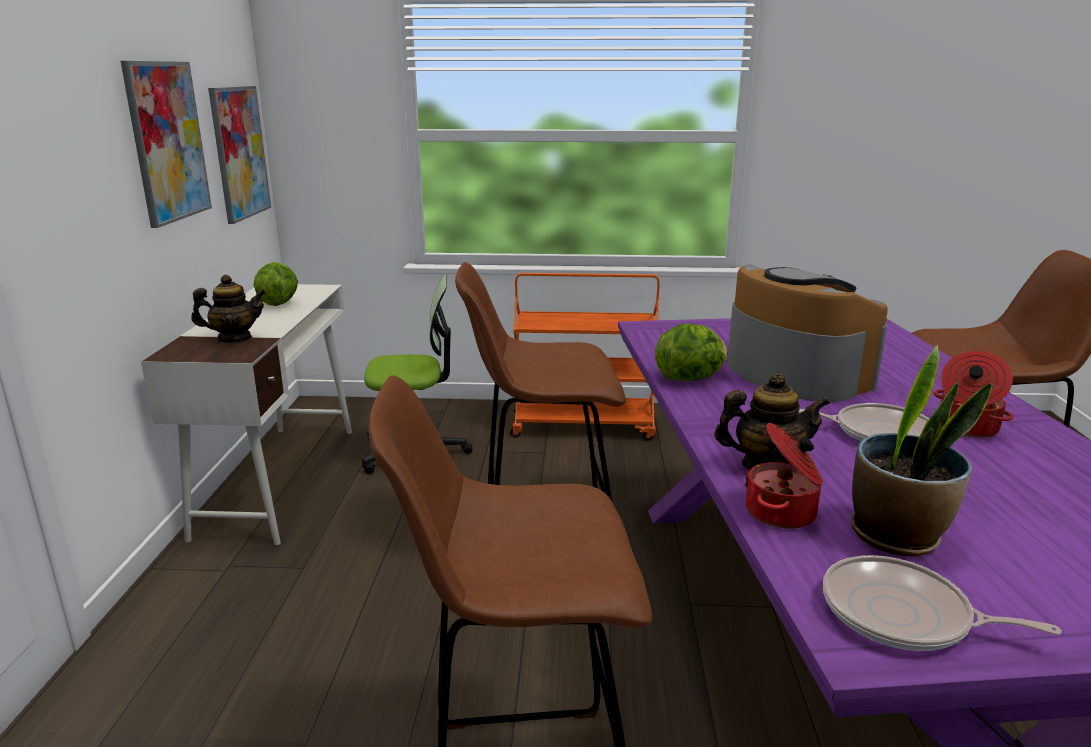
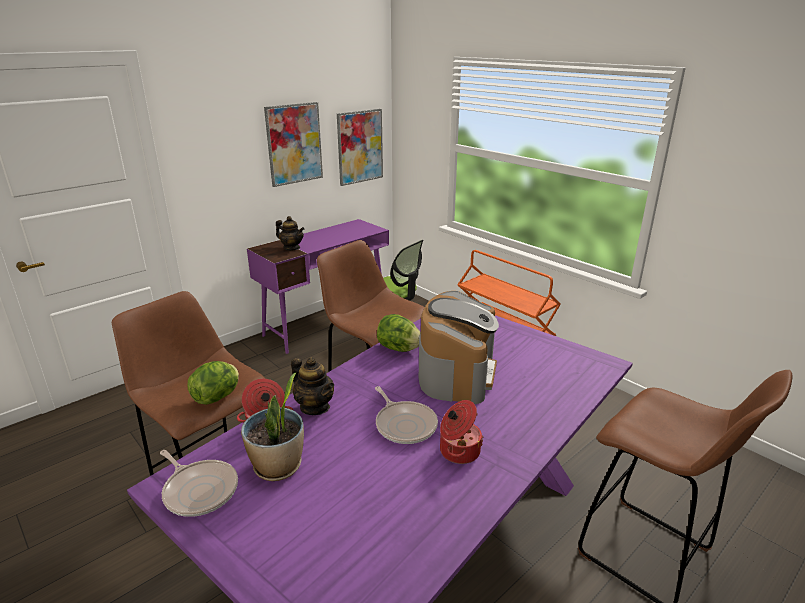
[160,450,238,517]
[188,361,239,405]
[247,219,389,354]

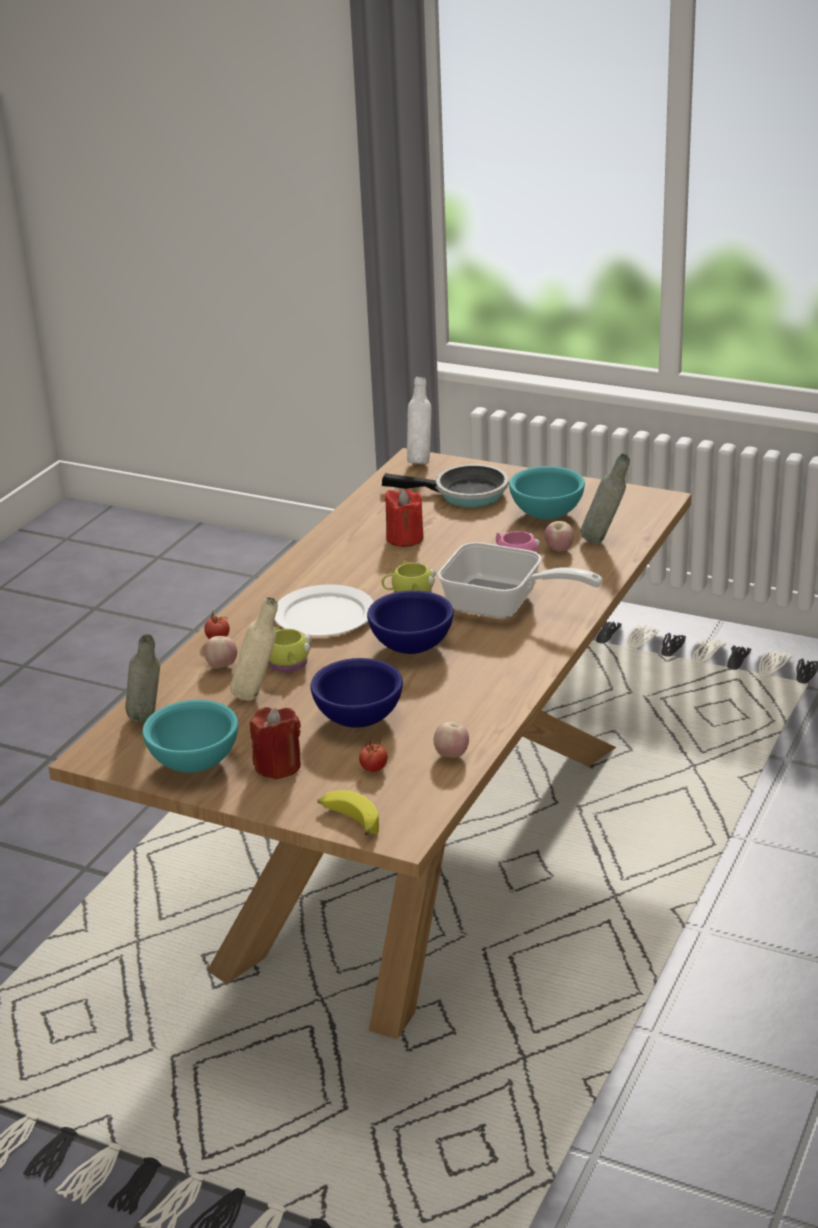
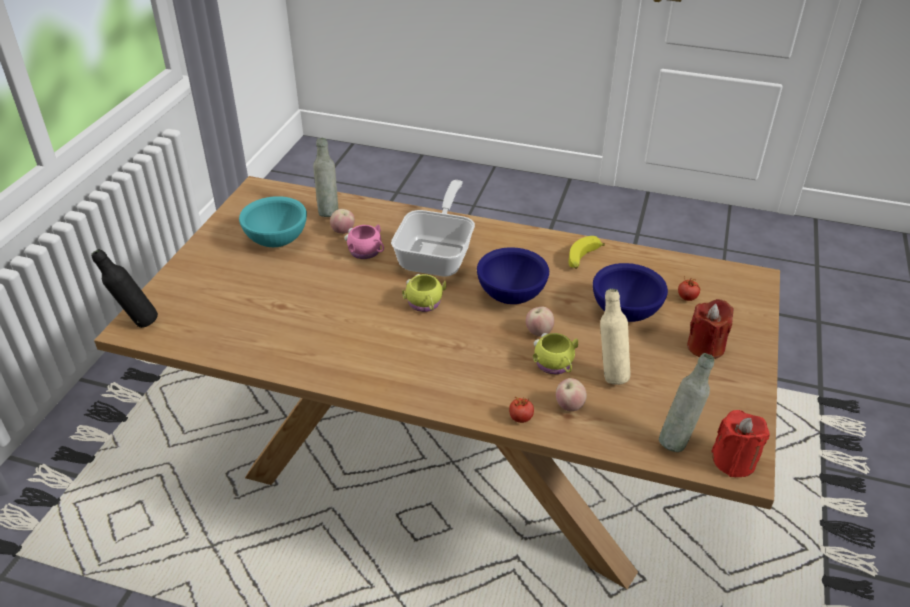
[91,249,158,328]
[526,306,554,336]
[569,236,605,269]
[711,410,770,477]
[142,700,238,773] (first image)
[275,584,374,636] (first image)
[382,464,509,507] (first image)

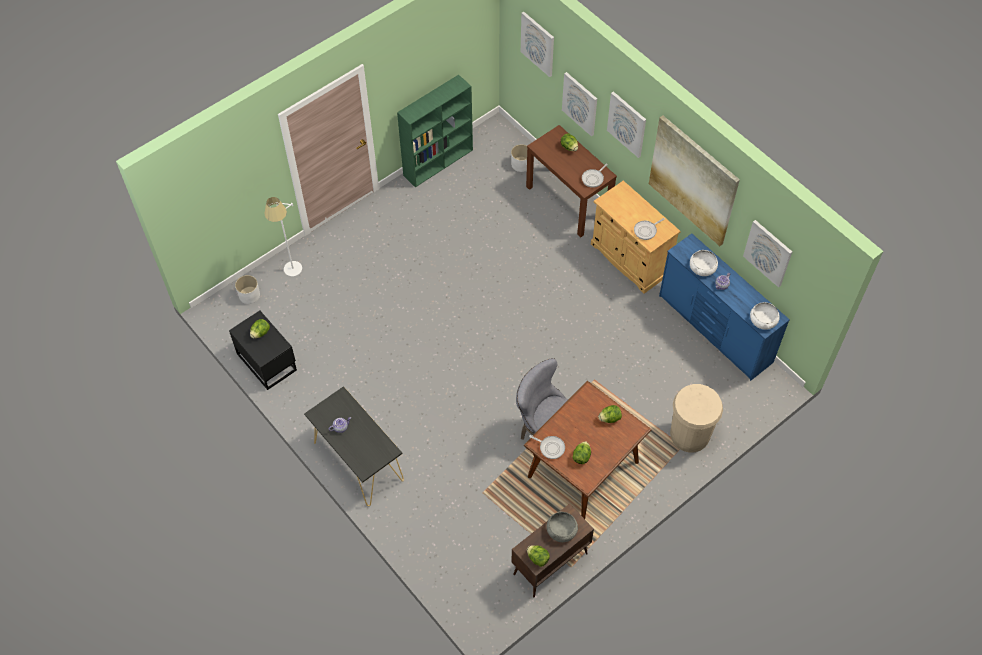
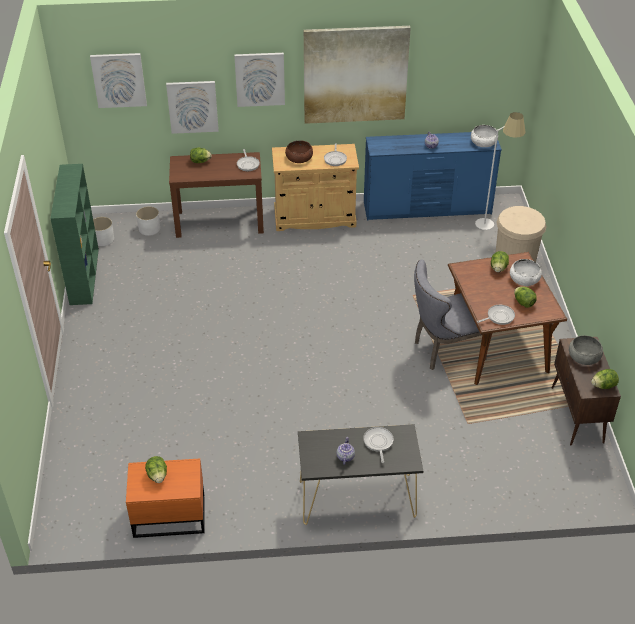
[93,217,114,246]
[126,458,205,538]
[285,140,313,163]
[363,427,394,463]
[475,112,526,230]
[510,259,542,286]
[743,220,792,288] (first image)

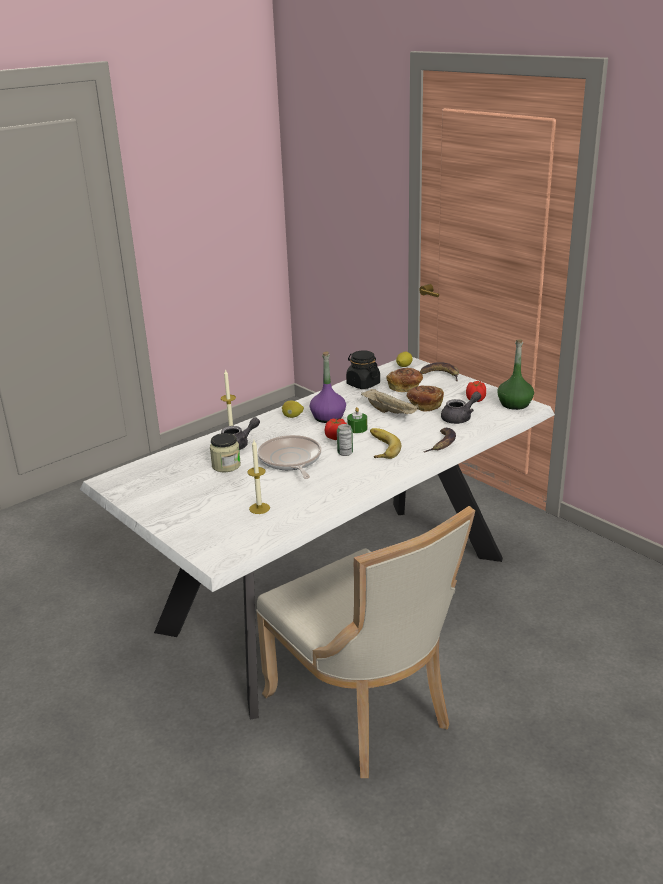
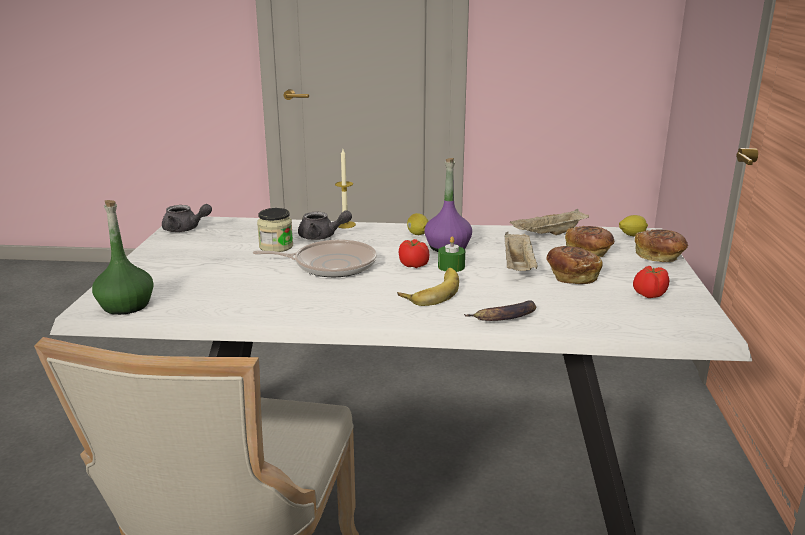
[92,200,154,315]
[162,204,212,232]
[253,240,377,277]
[510,209,589,235]
[635,229,688,262]
[247,440,270,514] (first image)
[337,424,353,456] (first image)

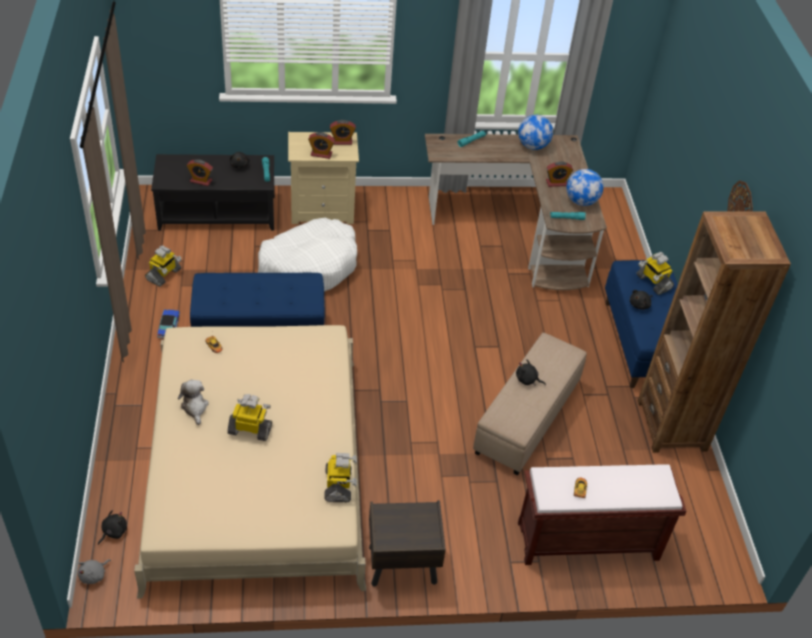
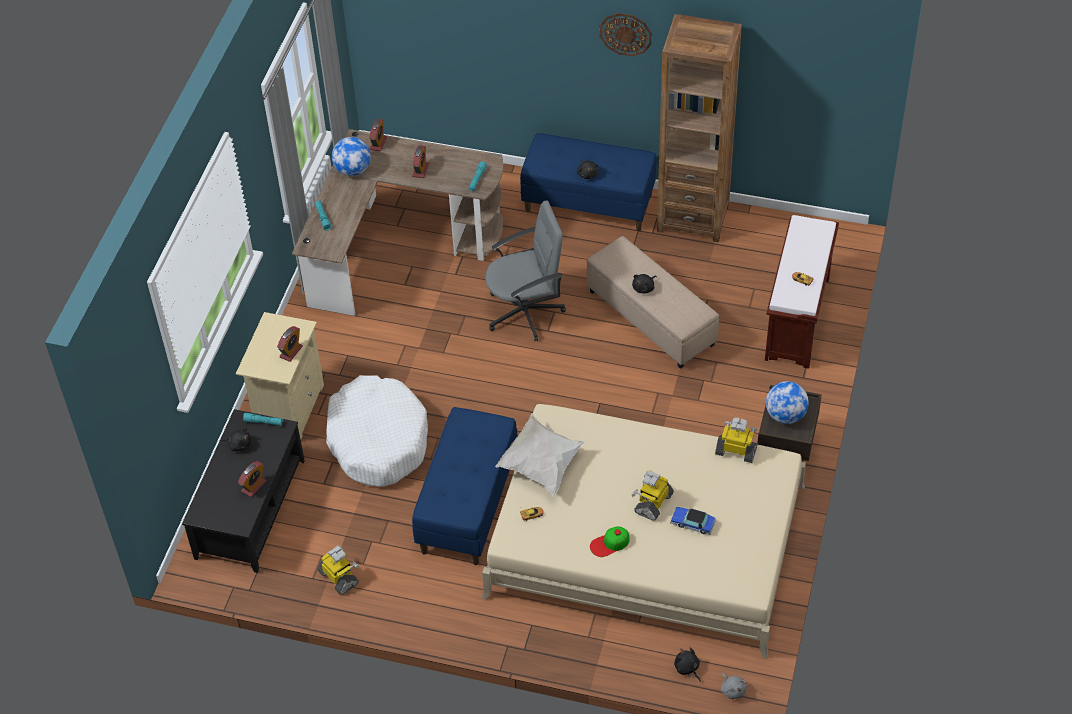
[369,119,387,152]
[485,201,566,341]
[495,413,586,496]
[590,526,630,557]
[670,507,716,535]
[766,381,809,424]
[636,252,674,295] (first image)

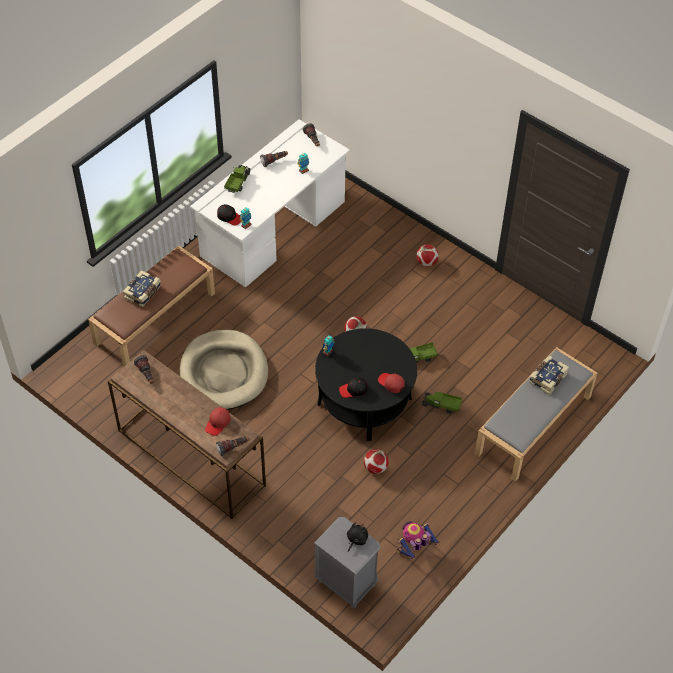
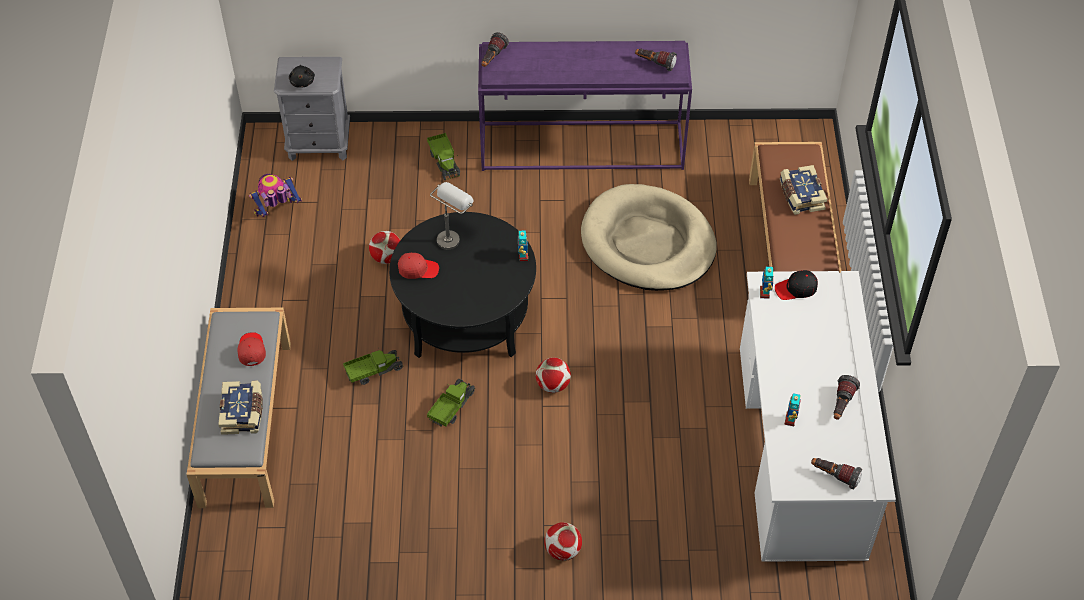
[237,332,266,366]
[249,174,302,217]
[427,133,460,180]
[430,182,474,250]
[478,41,692,171]

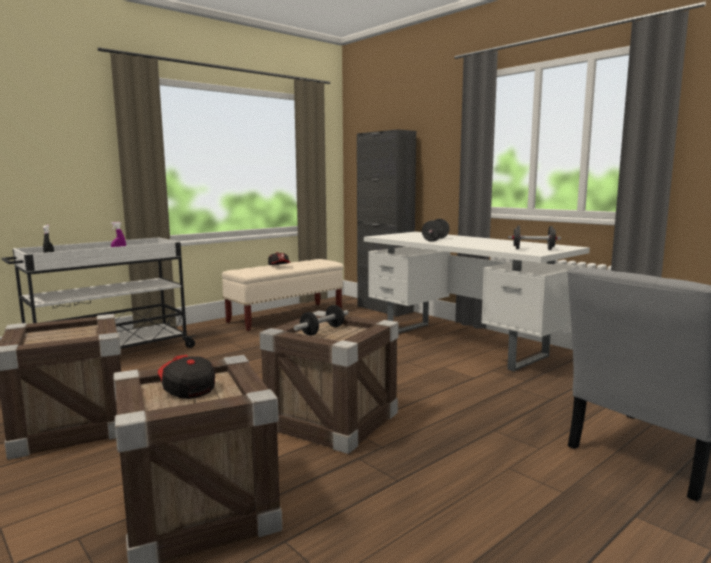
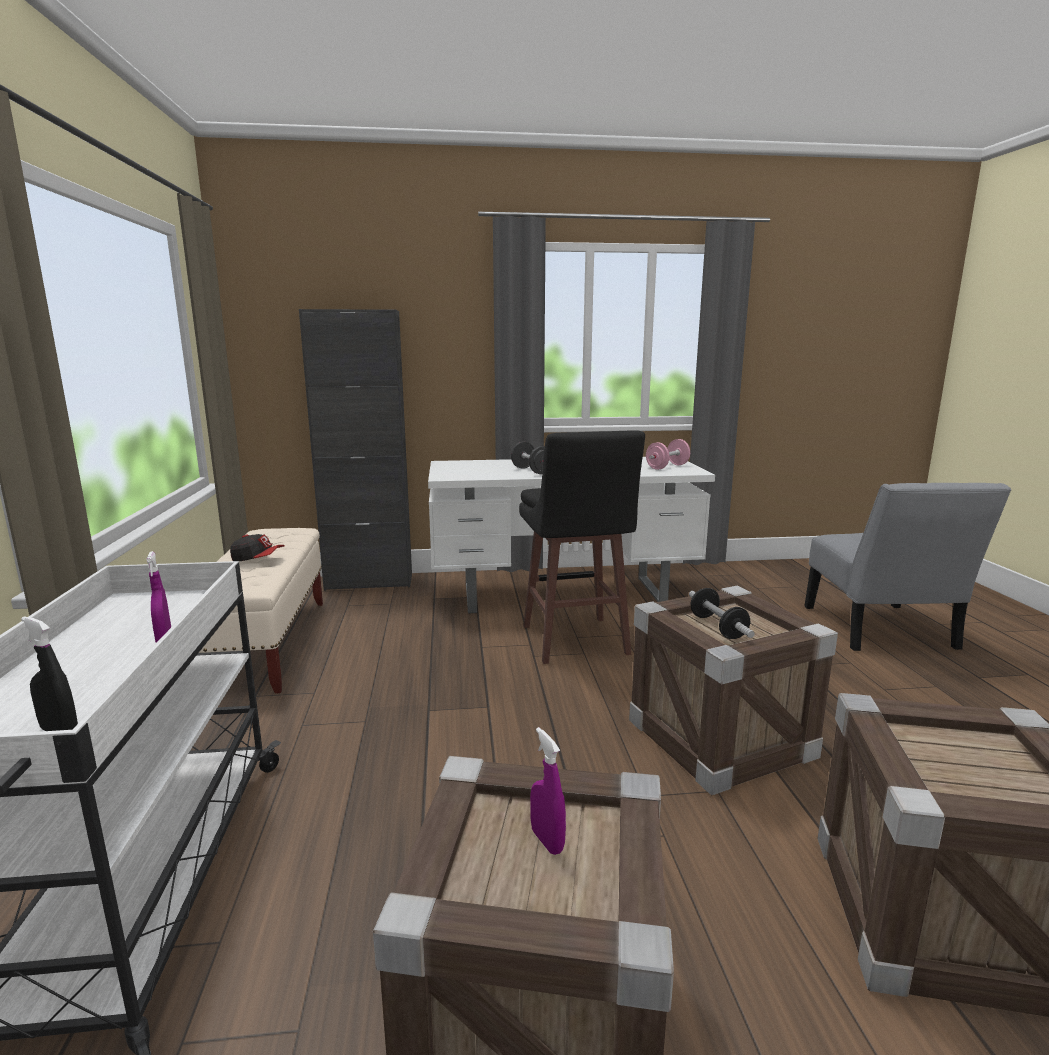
[519,430,645,664]
[530,727,566,855]
[646,439,690,470]
[158,355,215,399] (first image)

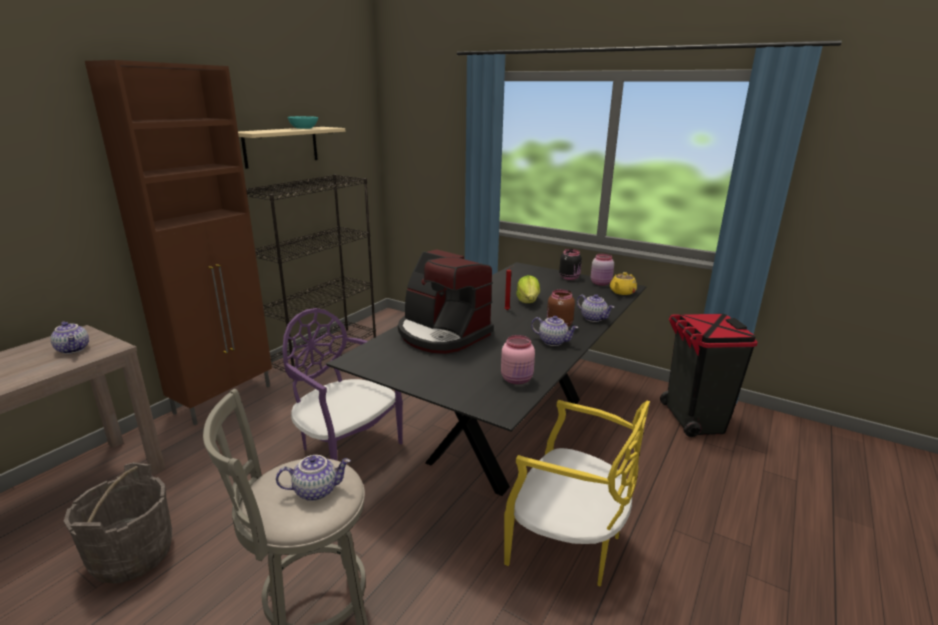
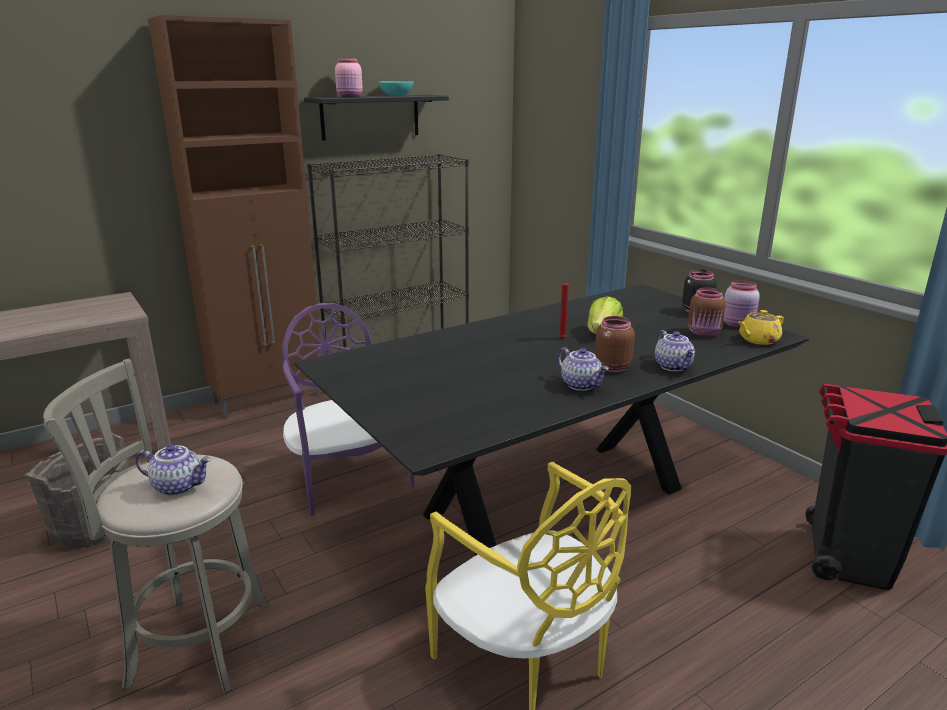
[304,95,449,141]
[335,59,363,97]
[688,287,726,337]
[50,321,89,354] (first image)
[398,249,494,354] (first image)

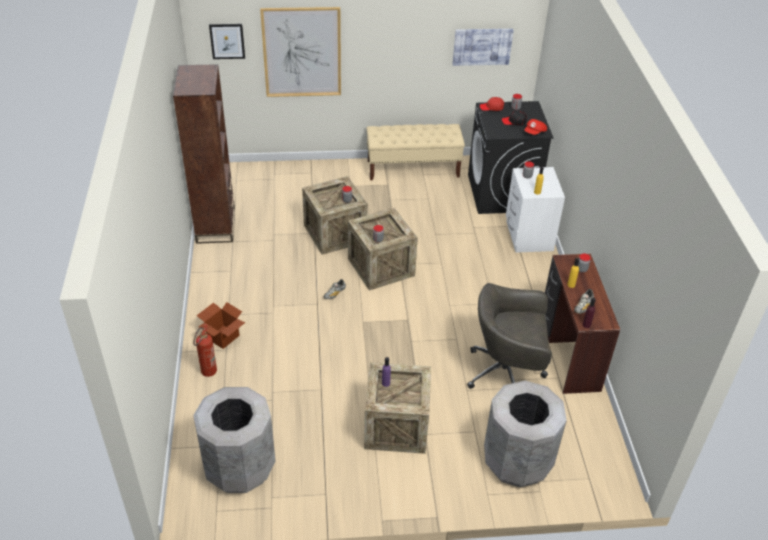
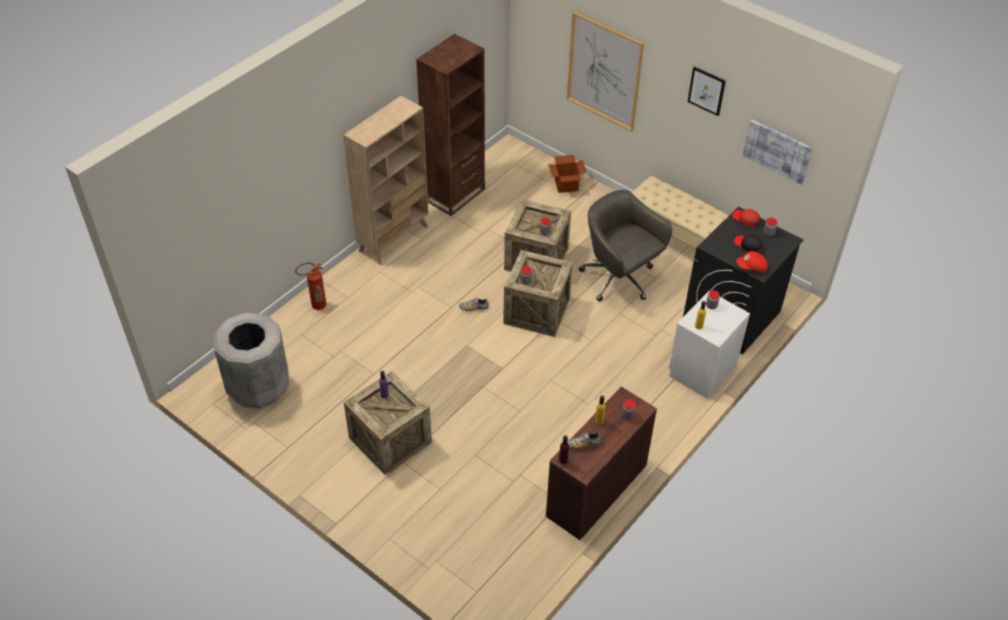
[343,96,429,264]
[548,155,587,193]
[579,190,672,302]
[688,66,726,116]
[484,381,567,487] (first image)

